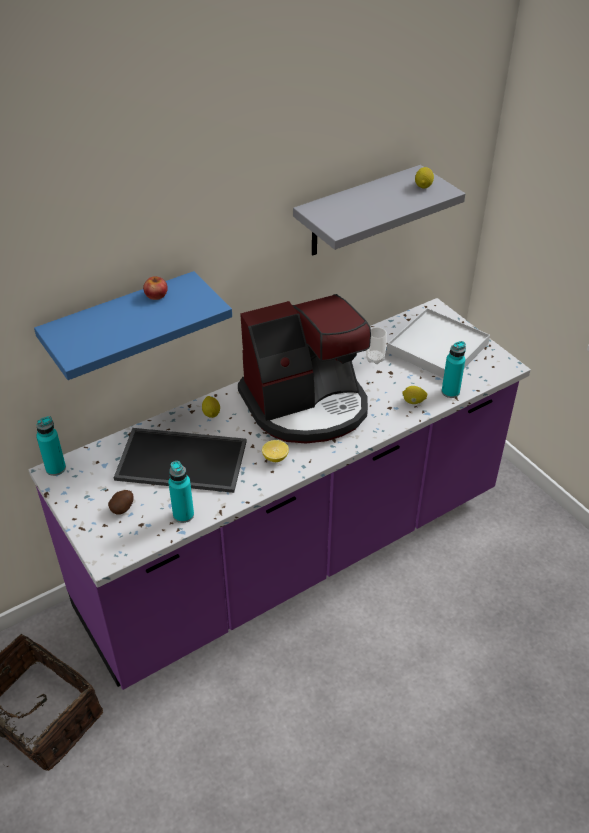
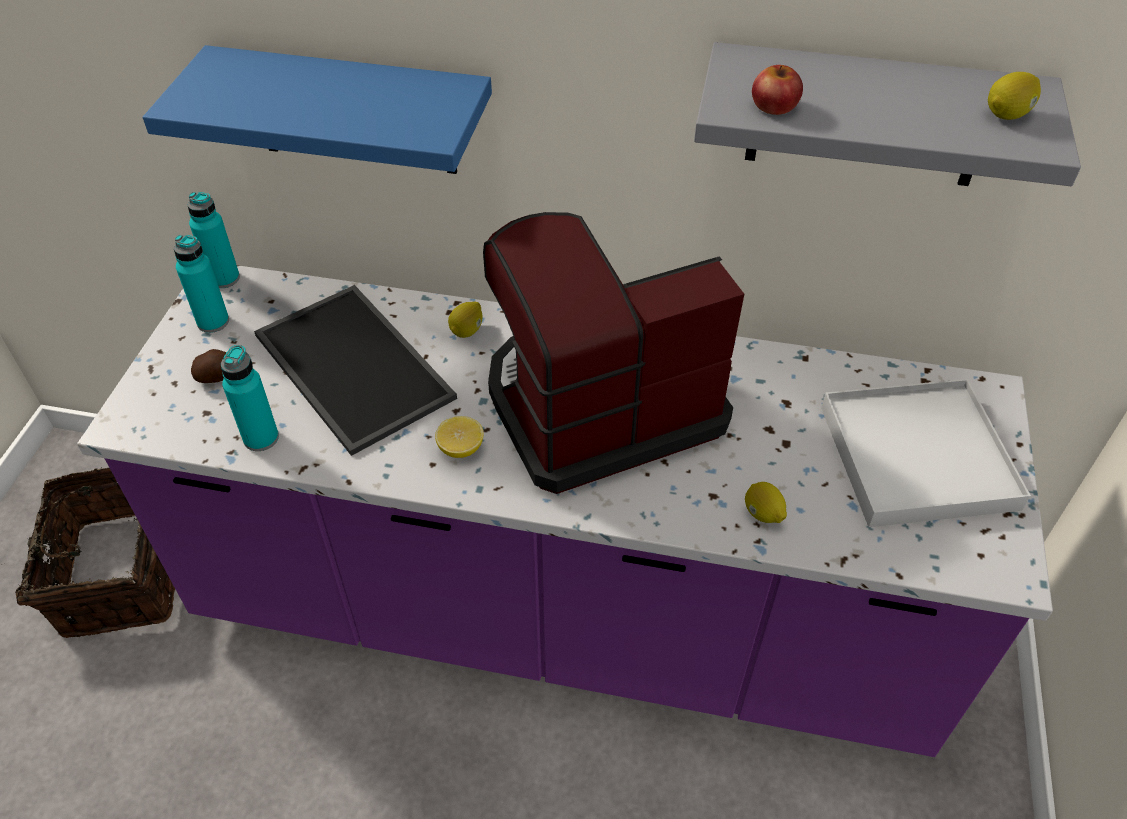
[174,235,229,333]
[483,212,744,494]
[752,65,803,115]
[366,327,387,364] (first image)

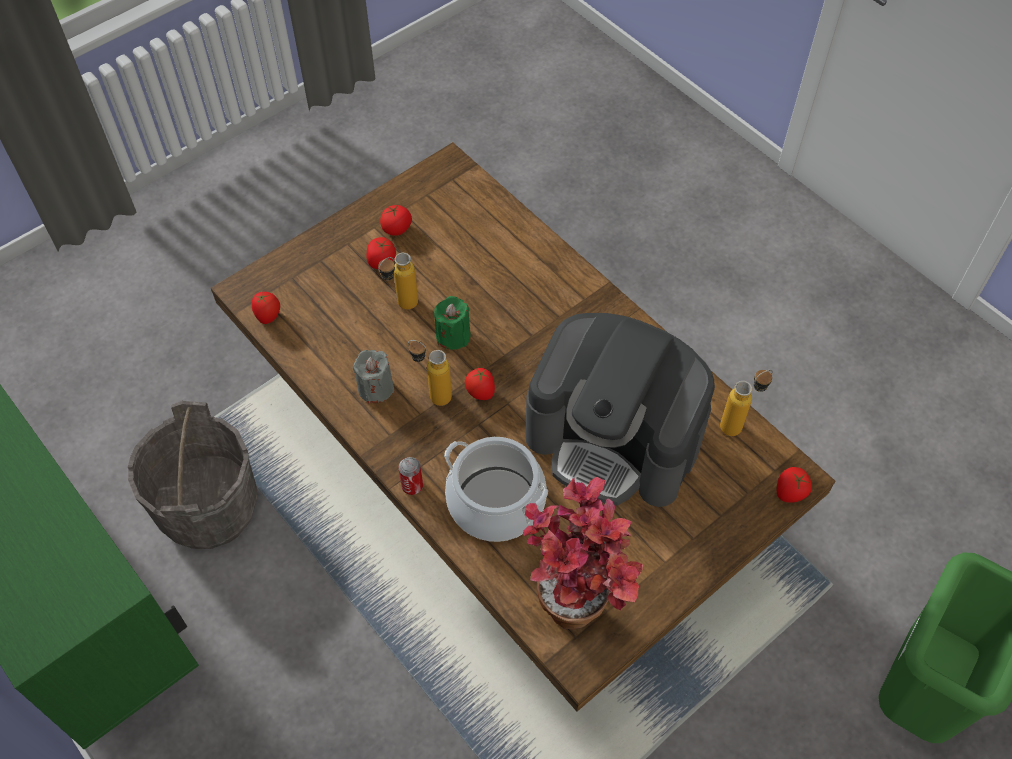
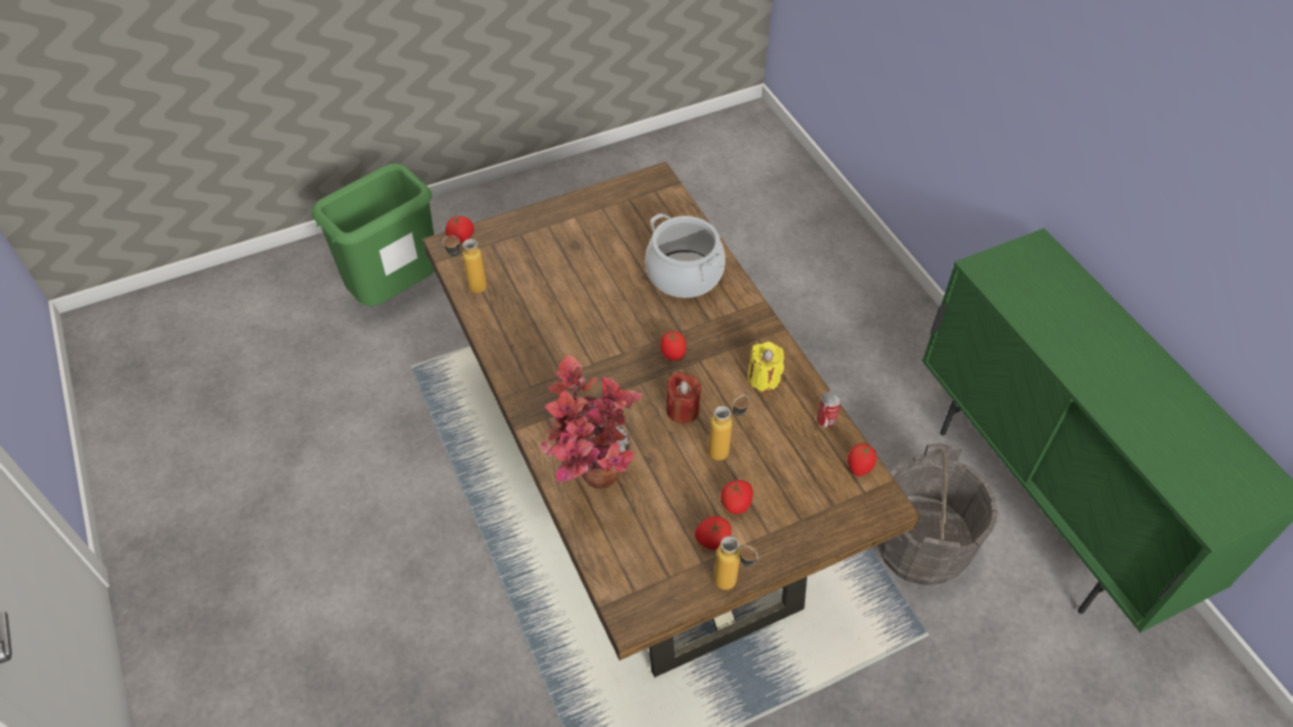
[540,355,643,489]
[666,372,701,424]
[714,536,758,590]
[748,342,784,392]
[817,391,841,428]
[525,313,715,507] (first image)

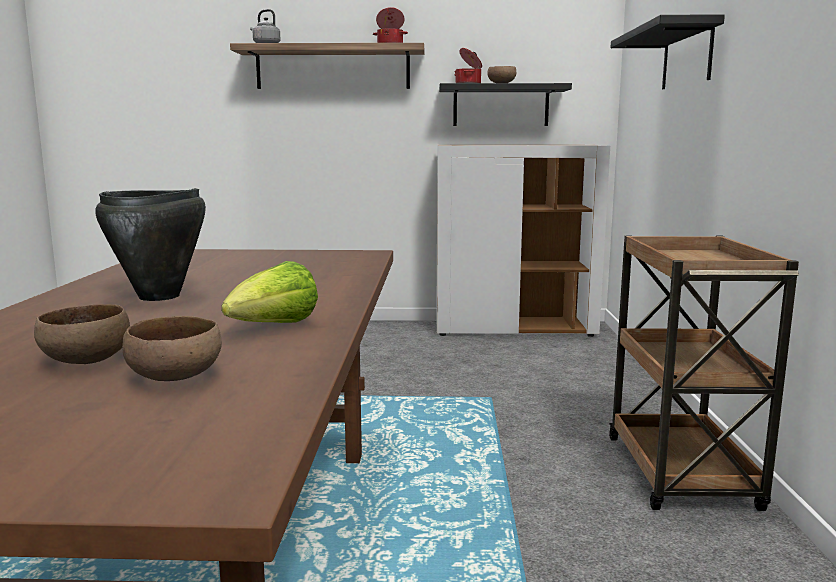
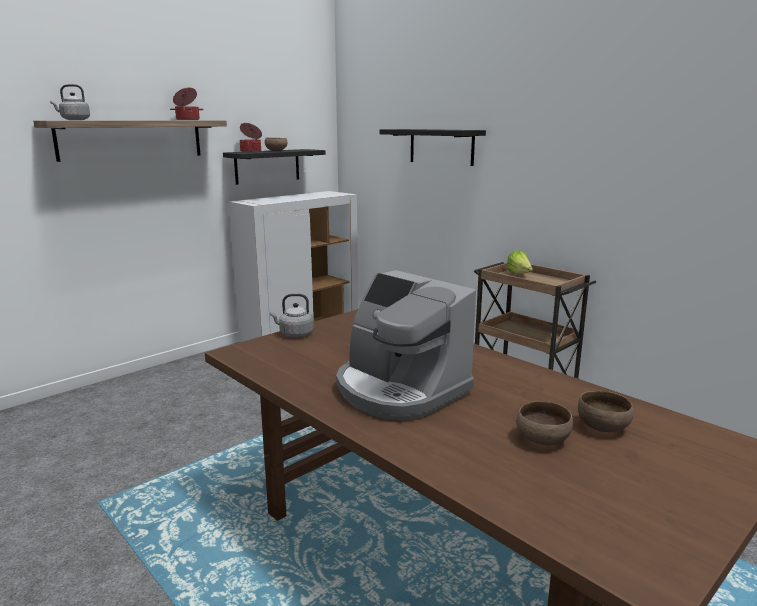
[270,294,314,337]
[336,270,476,421]
[507,250,533,274]

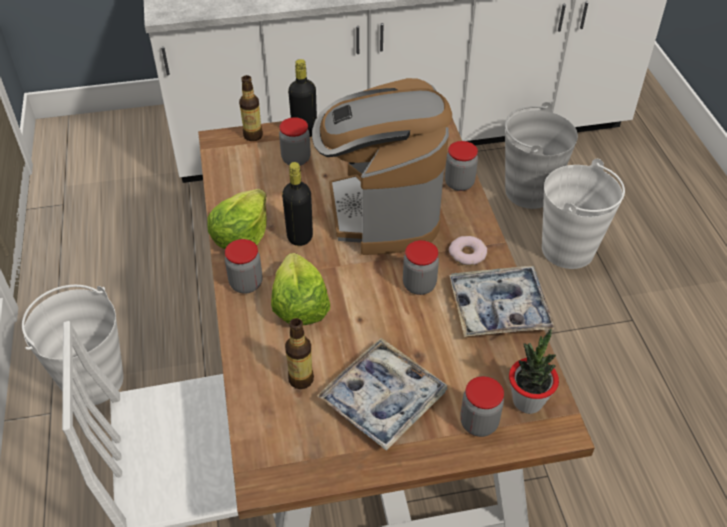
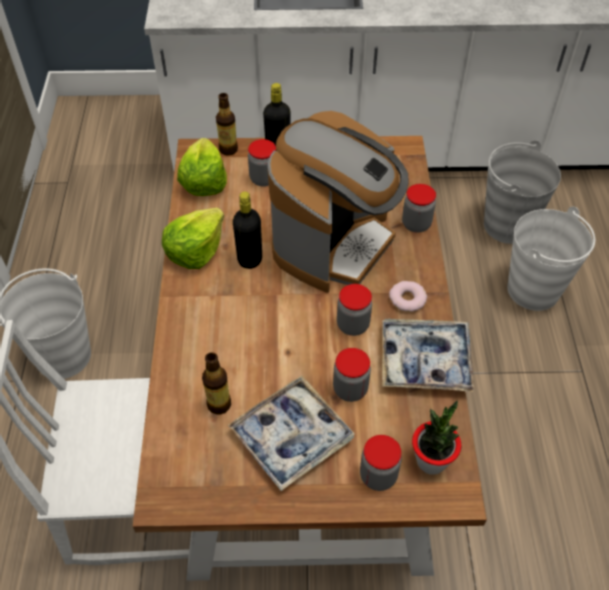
[177,138,227,196]
[268,111,409,293]
[333,348,371,402]

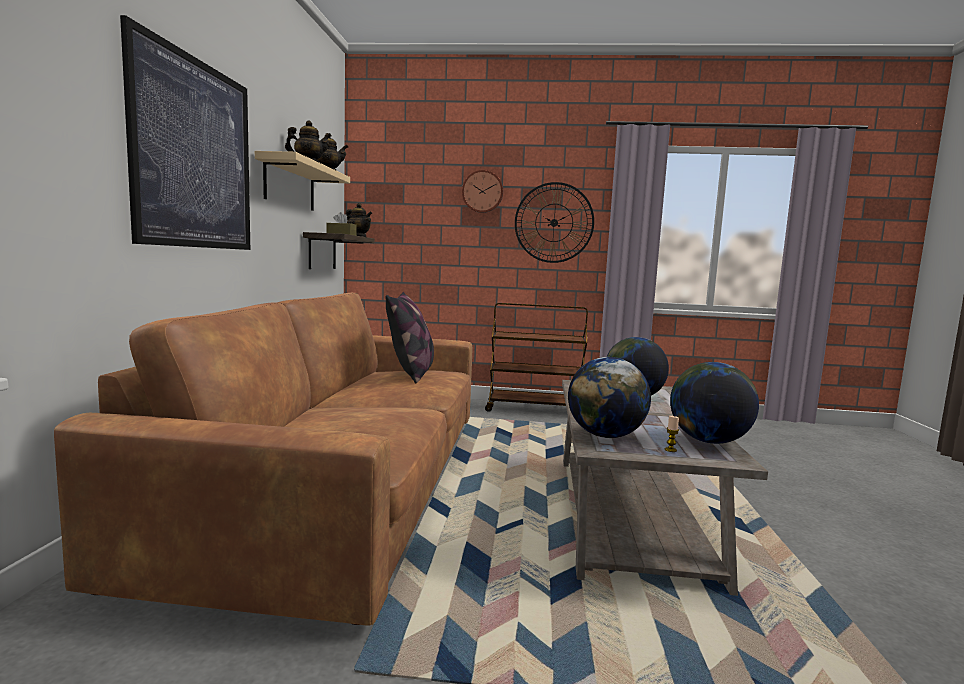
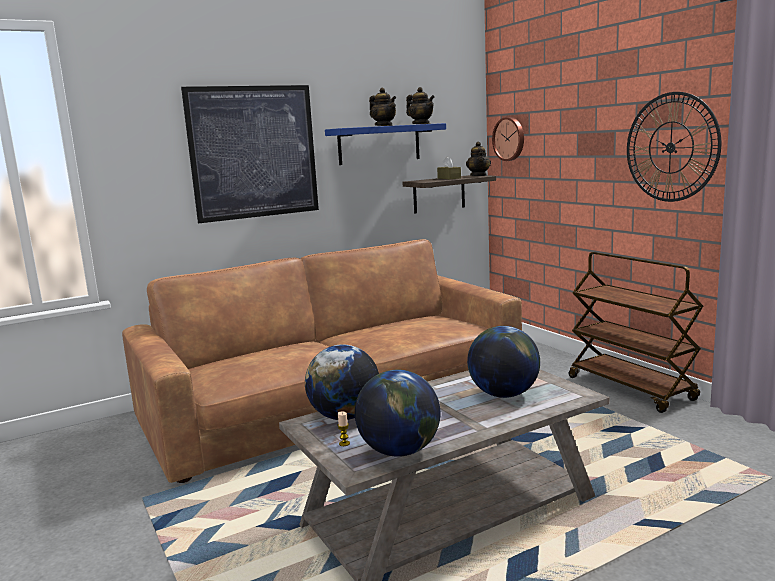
[325,123,446,165]
[492,117,524,161]
[386,292,434,383] (first image)

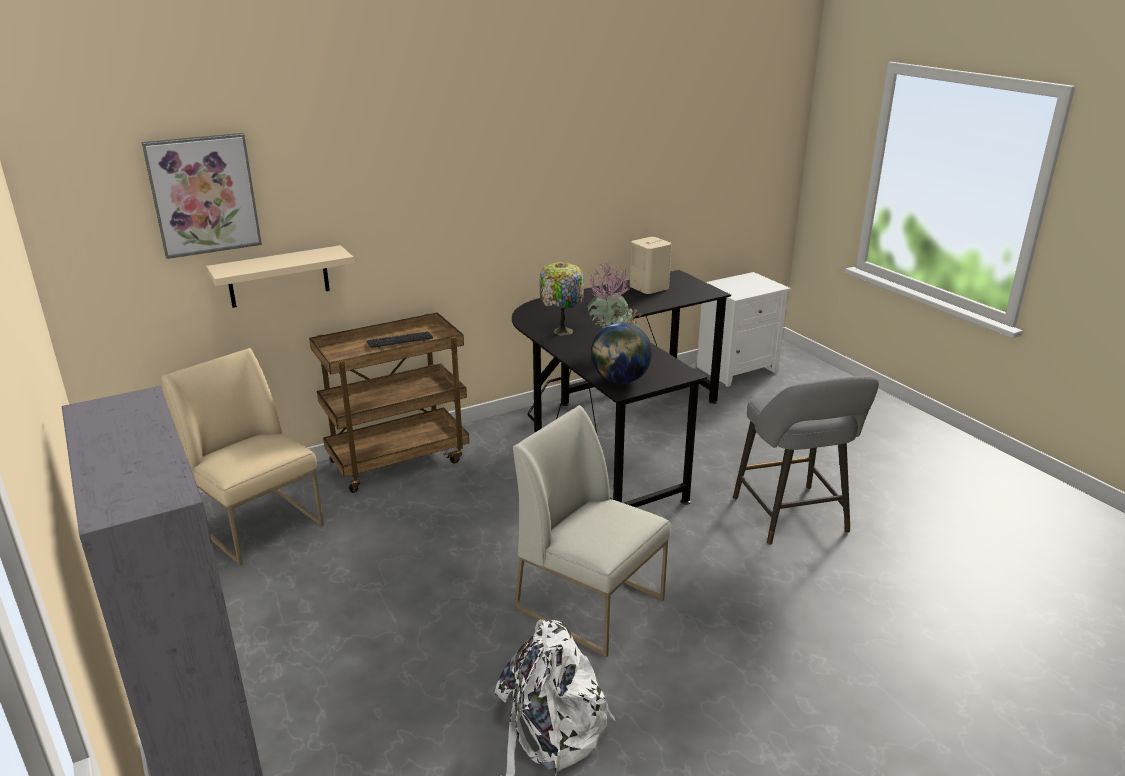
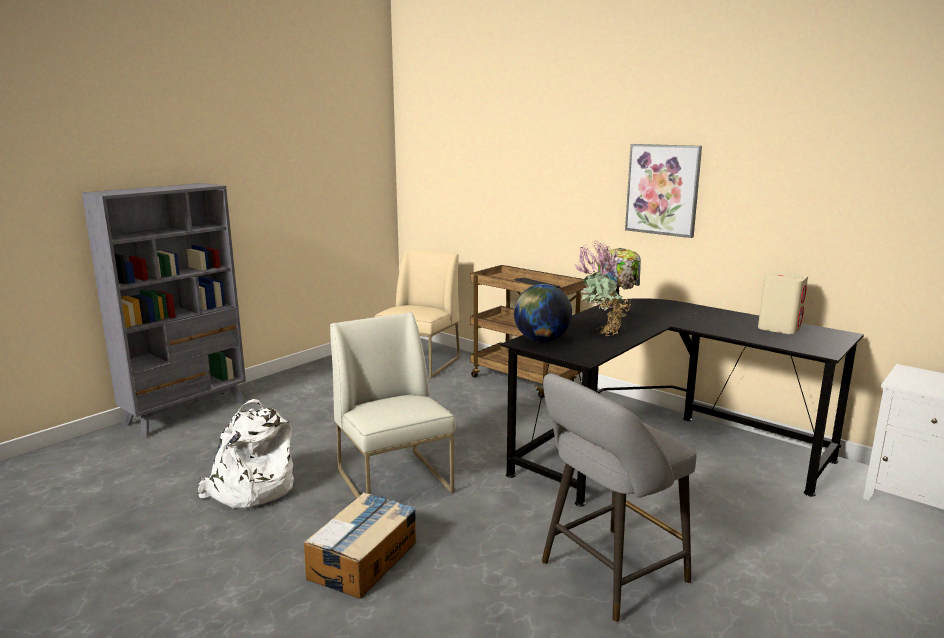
[304,492,416,599]
[330,312,456,499]
[625,144,702,238]
[206,245,354,308] (first image)

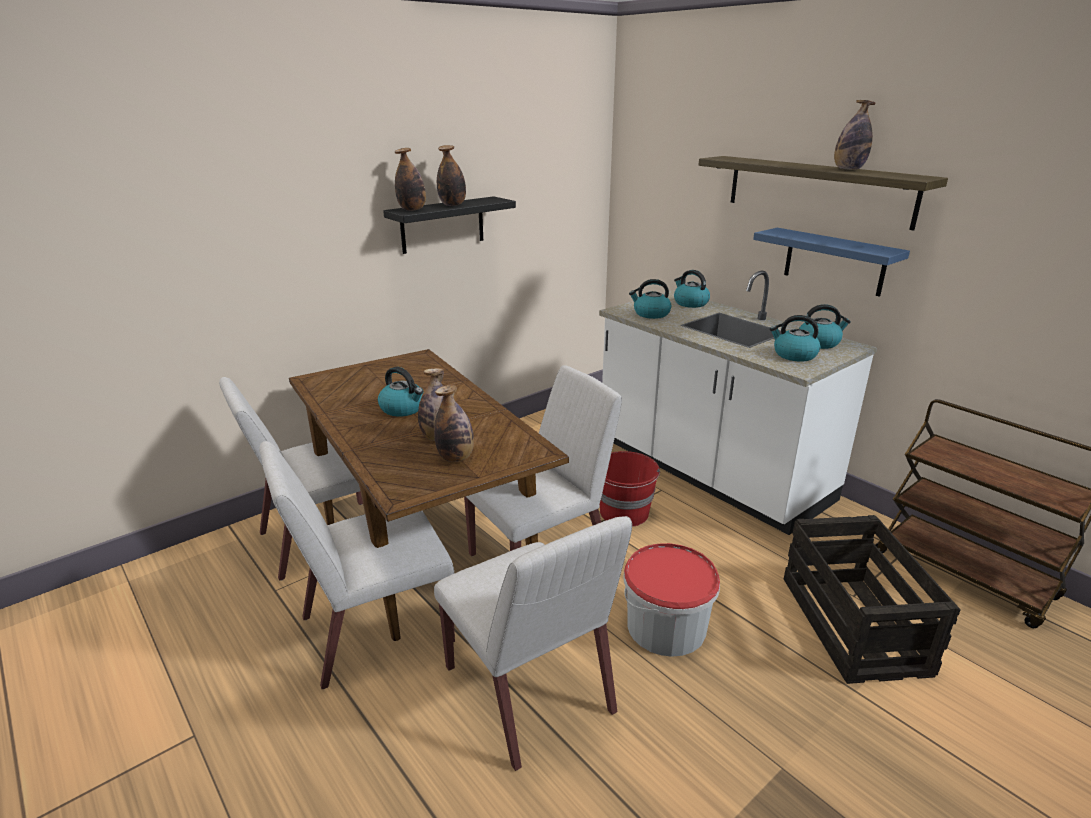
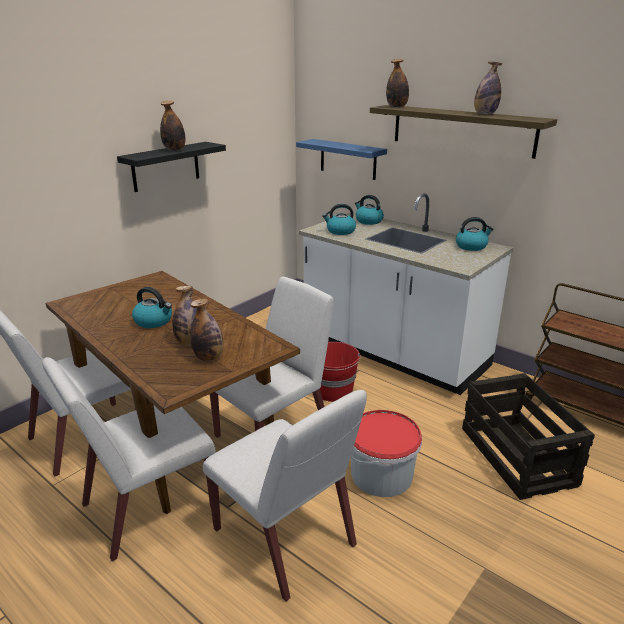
[296,139,387,180]
[386,59,409,108]
[770,315,820,362] (first image)

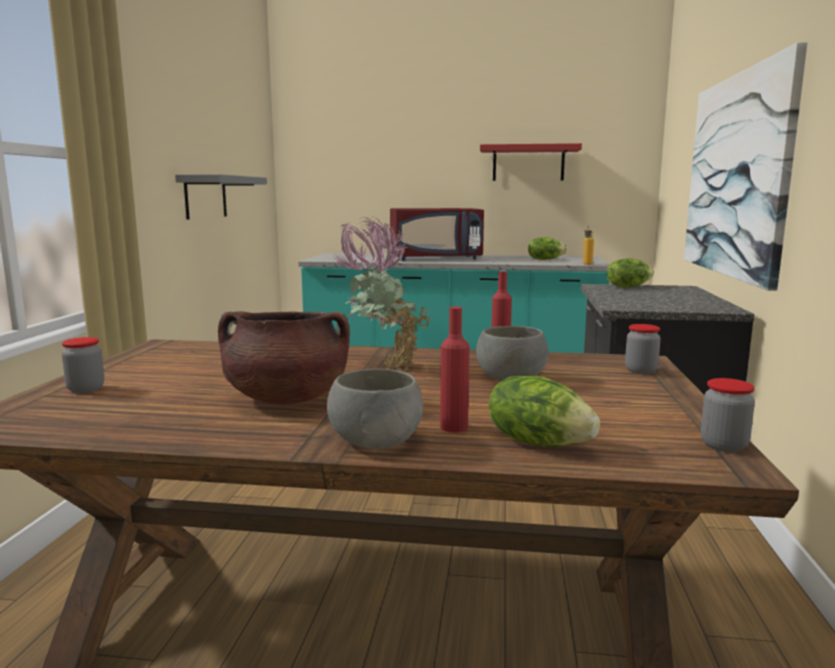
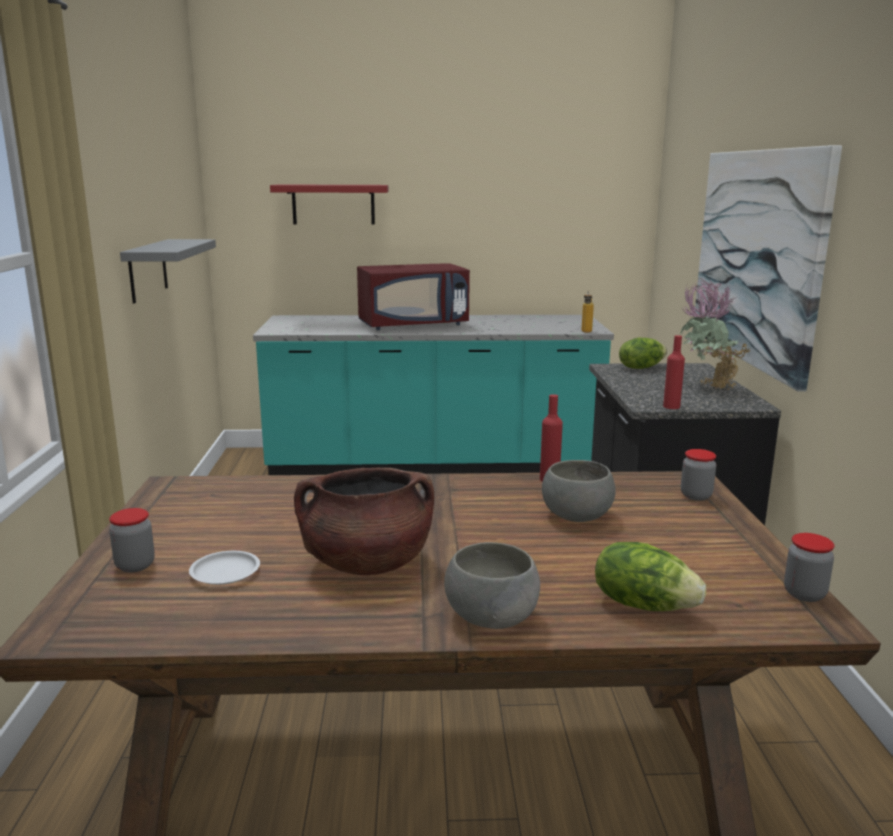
[189,551,260,585]
[270,184,389,225]
[663,335,685,409]
[680,278,750,390]
[528,237,567,260] (first image)

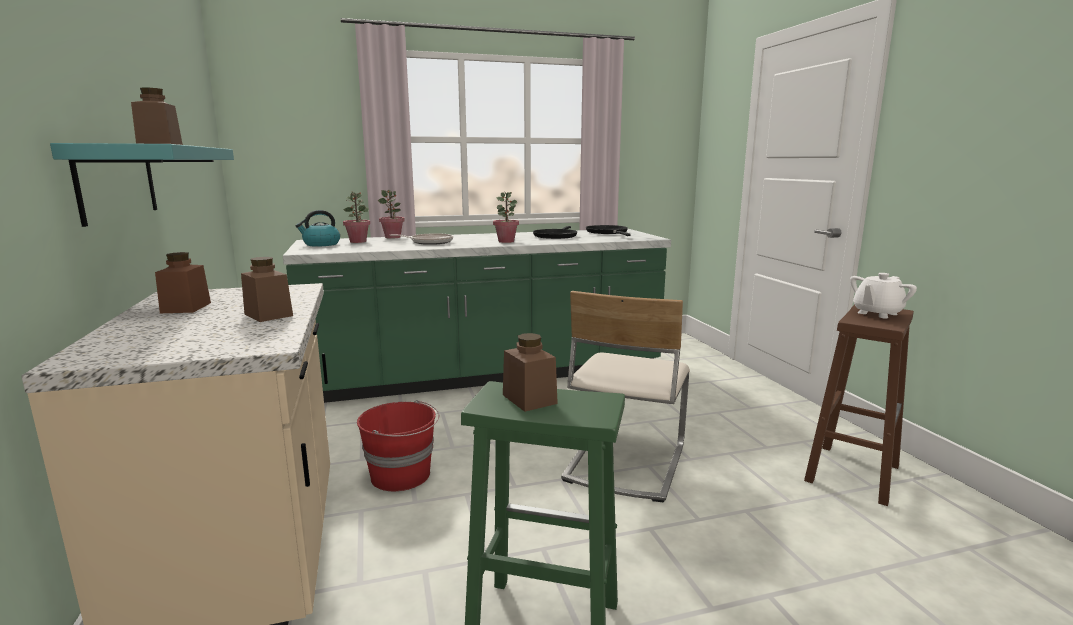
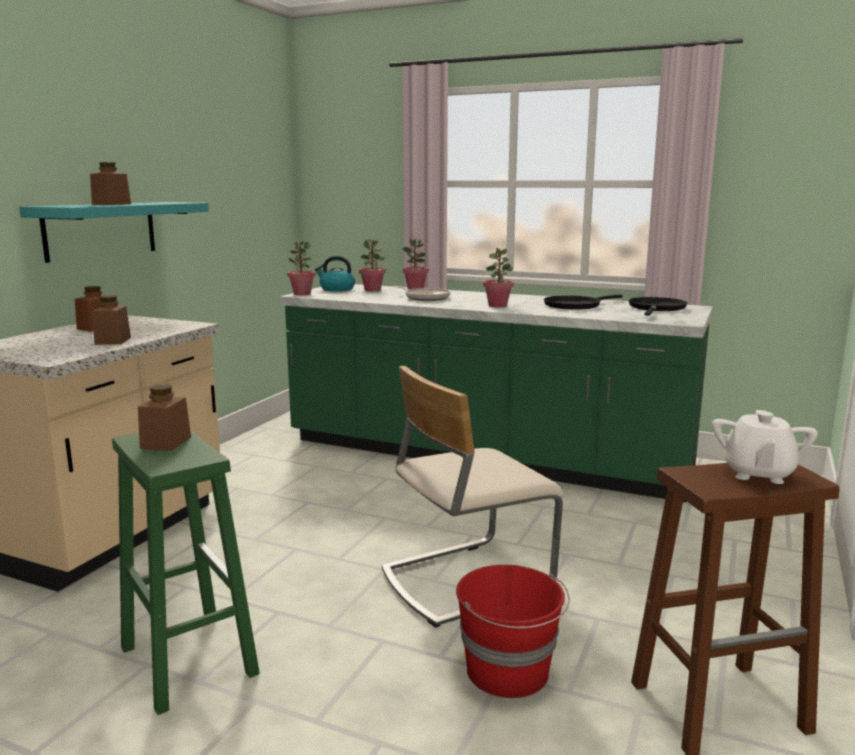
[287,241,315,295]
[456,565,570,698]
[712,410,818,484]

